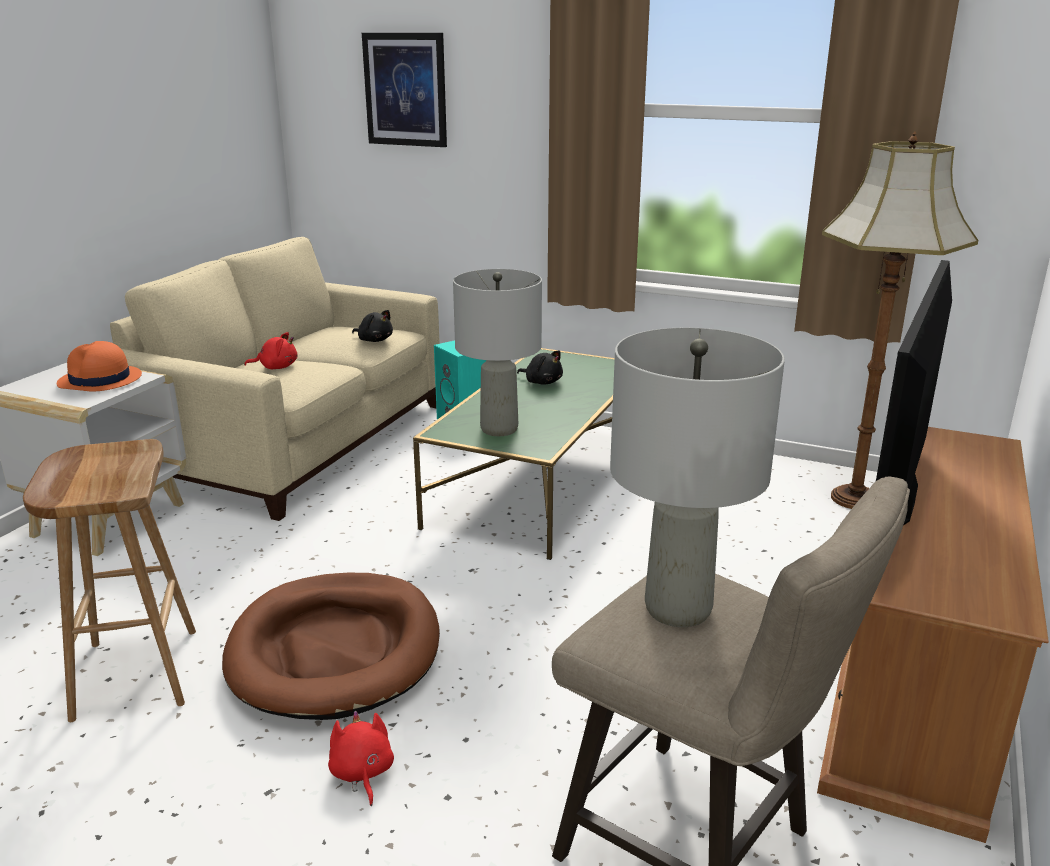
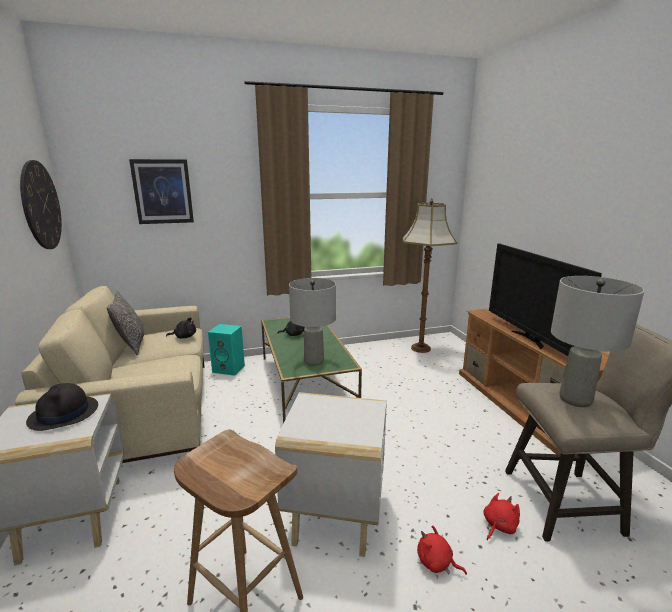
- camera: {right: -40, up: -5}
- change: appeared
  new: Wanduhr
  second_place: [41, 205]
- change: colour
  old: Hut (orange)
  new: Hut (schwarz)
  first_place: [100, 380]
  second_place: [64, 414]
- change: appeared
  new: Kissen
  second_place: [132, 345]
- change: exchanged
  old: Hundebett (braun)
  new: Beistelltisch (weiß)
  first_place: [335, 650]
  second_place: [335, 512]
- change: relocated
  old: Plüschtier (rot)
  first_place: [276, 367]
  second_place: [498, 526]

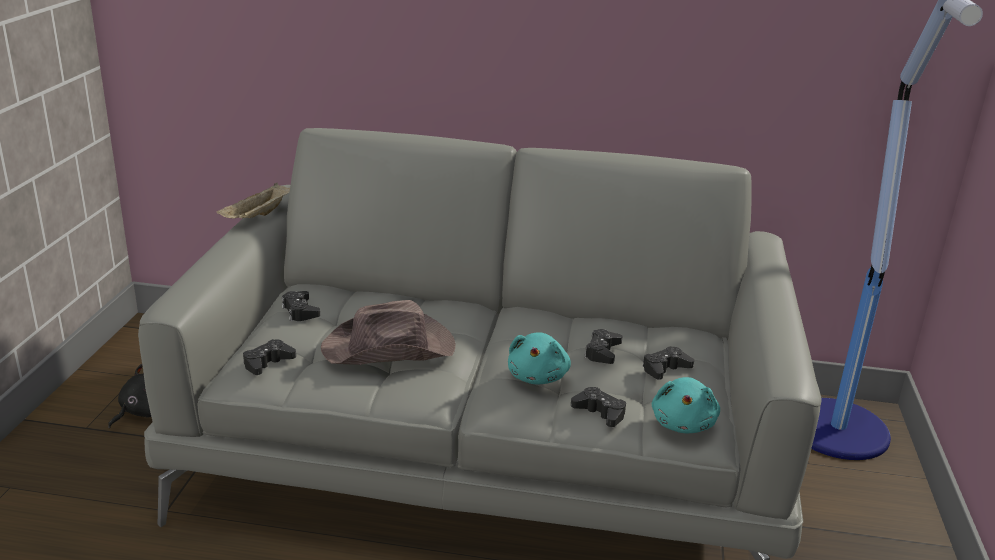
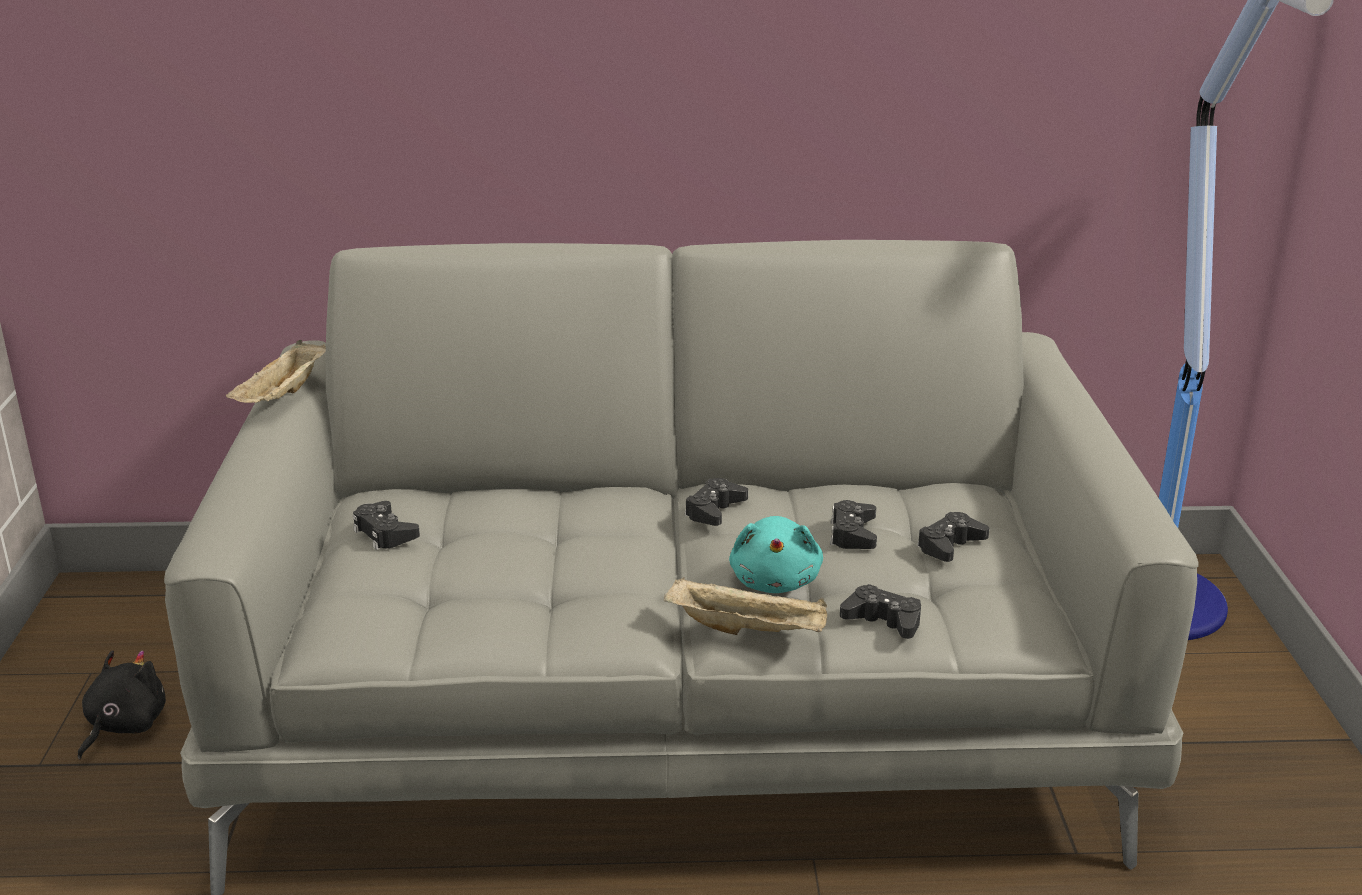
- camera: {right: -10, up: 0}
- change: appeared
  new: Tablett (beige)
  second_place: [749, 630]
- change: relocated
  old: Gamepad (schwarz)
  first_place: [267, 363]
  second_place: [714, 510]
- change: missing
  old: Hut (braun)
  first_place: [390, 349]
- change: missing
  old: Plüschtier (türkis)
  first_place: [683, 423]

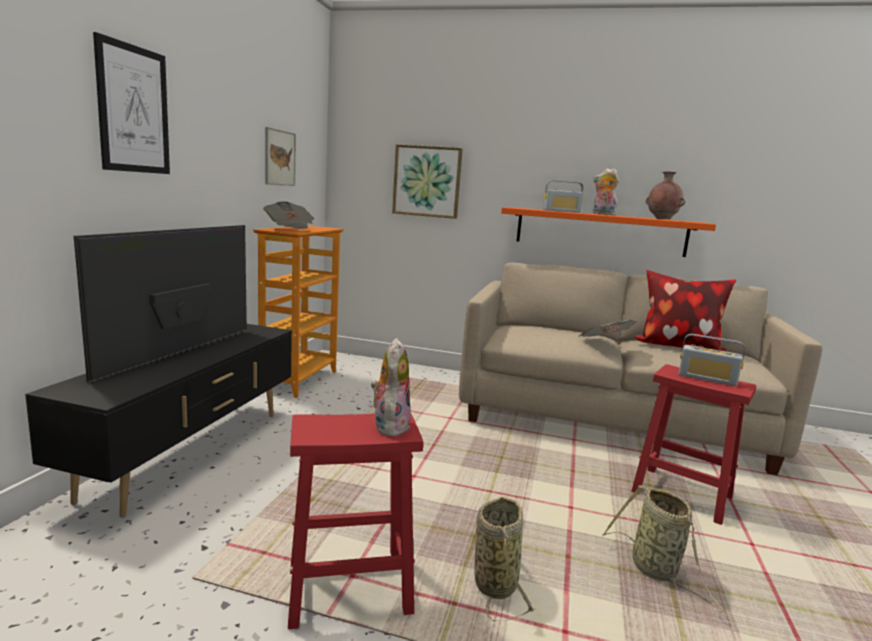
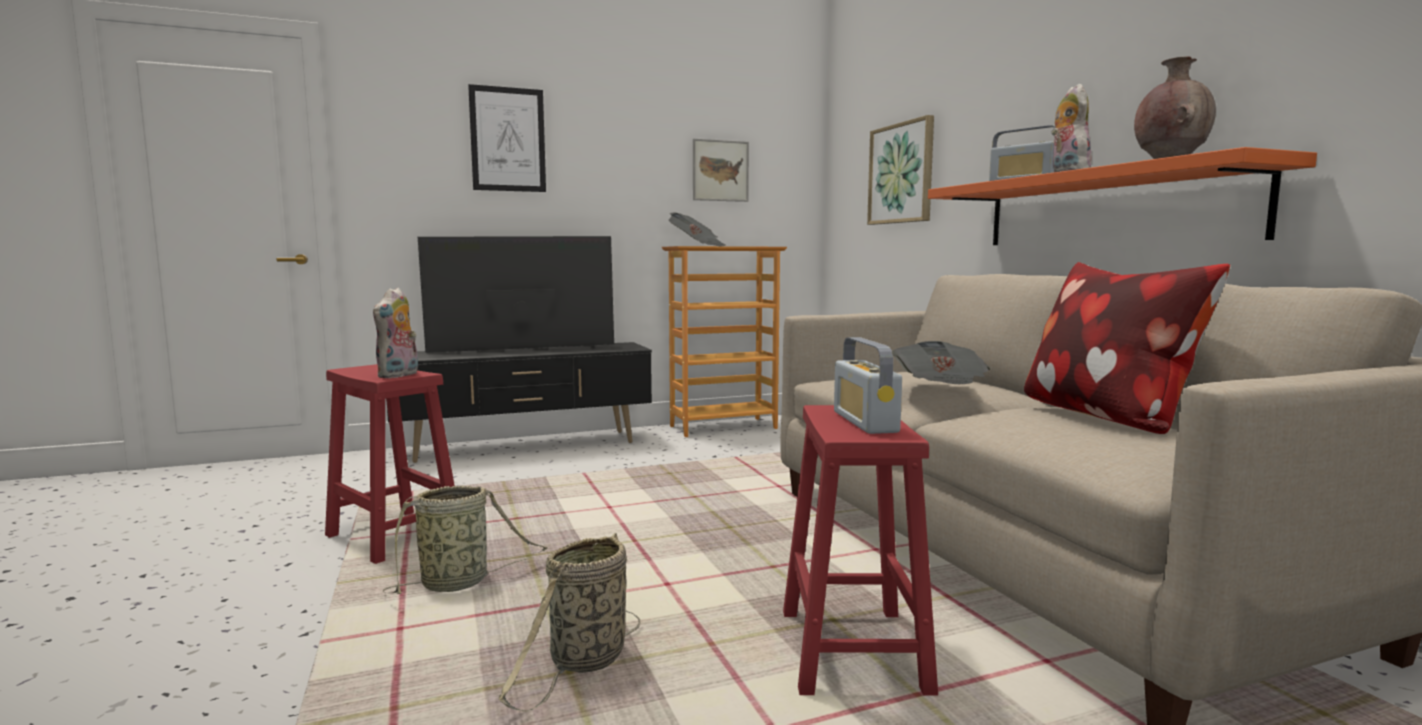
- camera: {right: 55, up: -5}
- change: spun
  old: Plüschtier
  first_place: [389, 425]
  second_place: [399, 375]
  degrees: 135

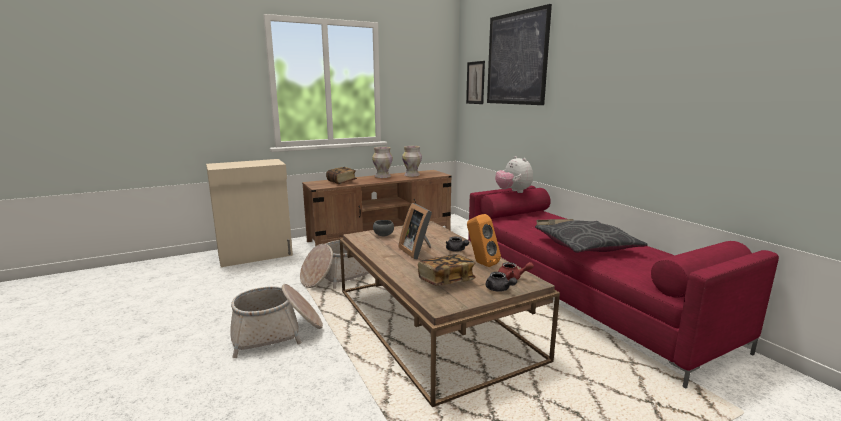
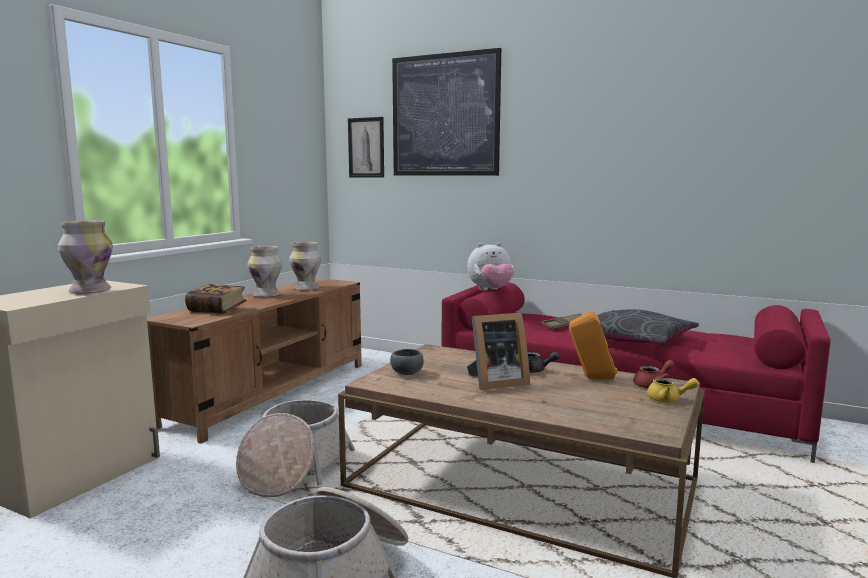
- camera: {right: -35, up: -5}
- change: appeared
  new: Vase
  second_place: [89, 291]
- change: spun
  old: Plüschtier
  first_place: [513, 192]
  second_place: [491, 290]
  degrees: -45
- change: spun
  old: Bilderrahmen
  first_place: [418, 251]
  second_place: [495, 382]
  degrees: -45
- change: colour
  old: Teekanne (grau)
  new: Teekanne (gelb)
  first_place: [499, 289]
  second_place: [668, 400]
- change: missing
  old: Buch
  first_place: [446, 281]

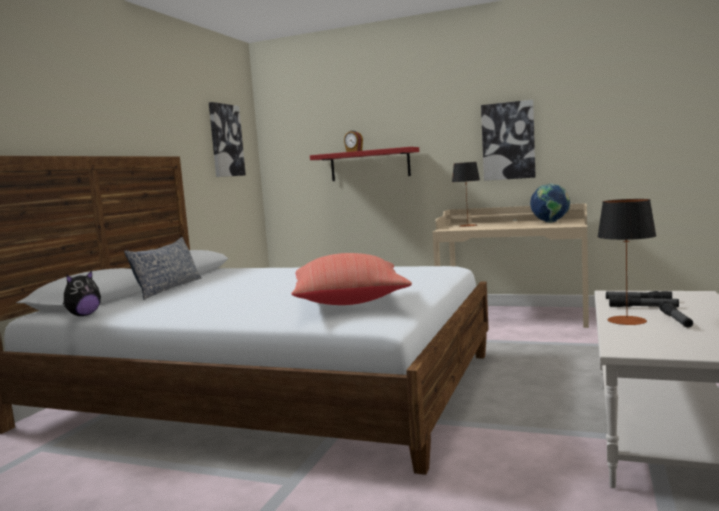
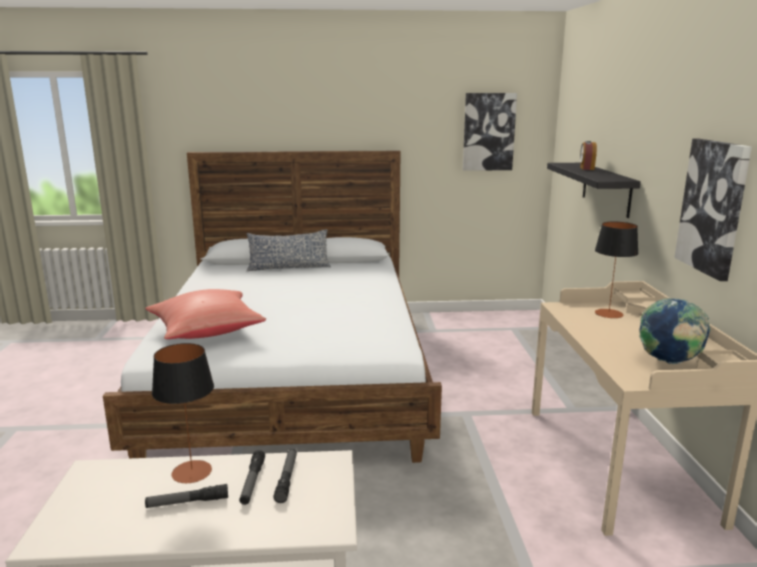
- camera: {right: 65, up: 10}
- change: colour
  old: Wandregal (rot)
  new: Wandregal (schwarz)
  first_place: [369, 165]
  second_place: [606, 189]
- change: missing
  old: Plüschtier
  first_place: [83, 315]

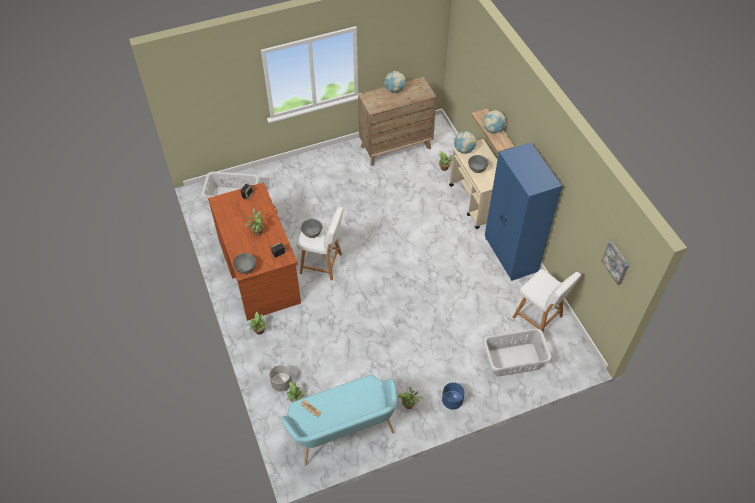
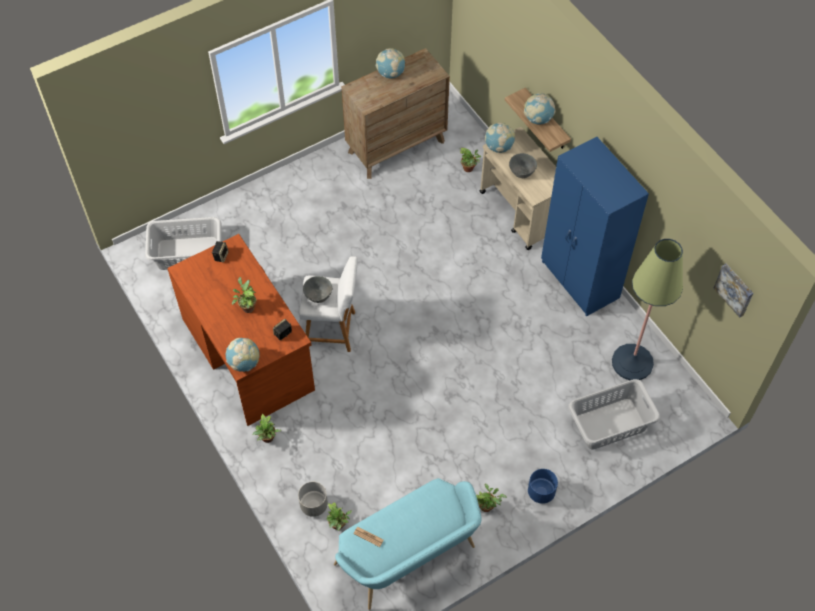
- camera: {right: -10, up: 5}
- change: exchanged
  old: Schüssel (grau)
  new: Globus
  first_place: [246, 269]
  second_place: [244, 363]
- change: exchanged
  old: Hocker (weiß)
  new: Stehlampe
  first_place: [539, 318]
  second_place: [632, 362]

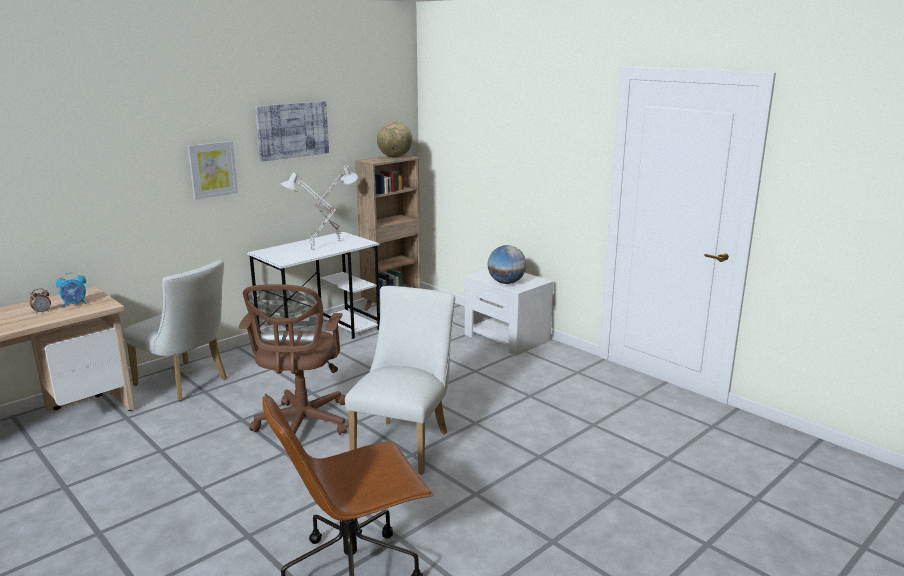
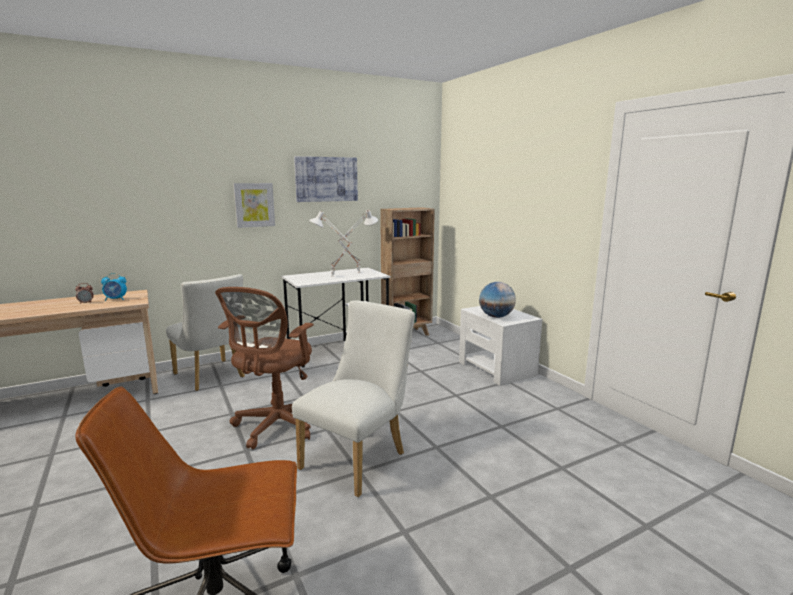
- camera: {right: 15, up: -5}
- change: missing
  old: Globus
  first_place: [395, 157]

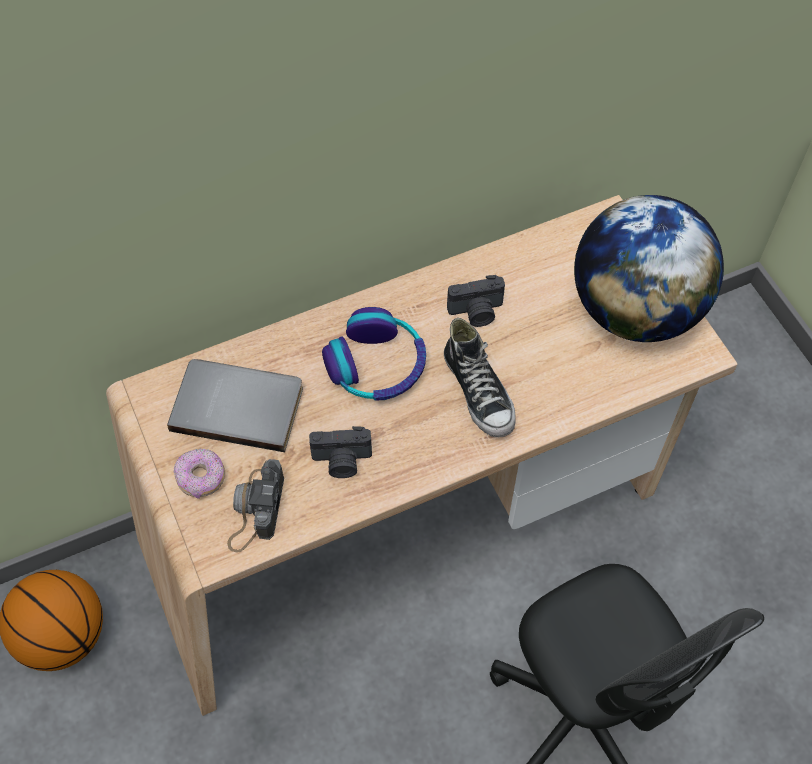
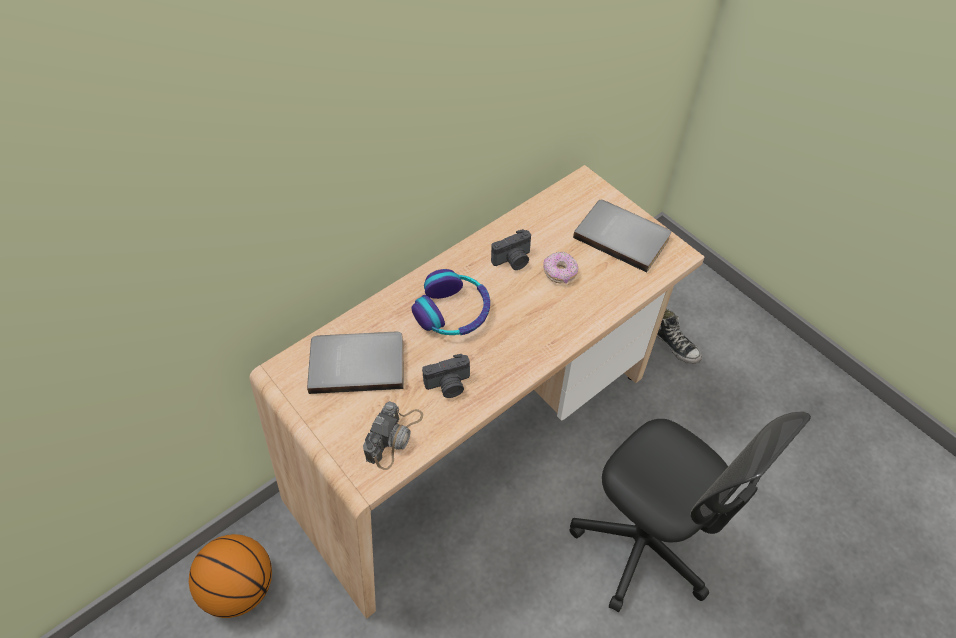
- camera: {right: -15, up: -5}
- change: spun
  old: Kamera
  first_place: [256, 510]
  second_place: [394, 436]
  degrees: -150
- change: relocated
  old: Donut
  first_place: [201, 478]
  second_place: [560, 273]
- change: exchanged
  old: Globus
  new: Buch (grau)
  first_place: [635, 309]
  second_place: [623, 236]
- change: relocated
  old: Schuh
  first_place: [479, 392]
  second_place: [673, 344]

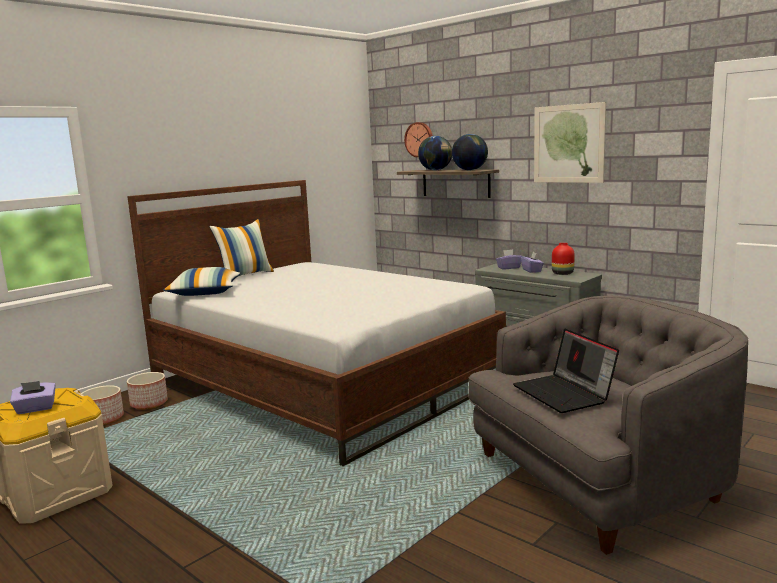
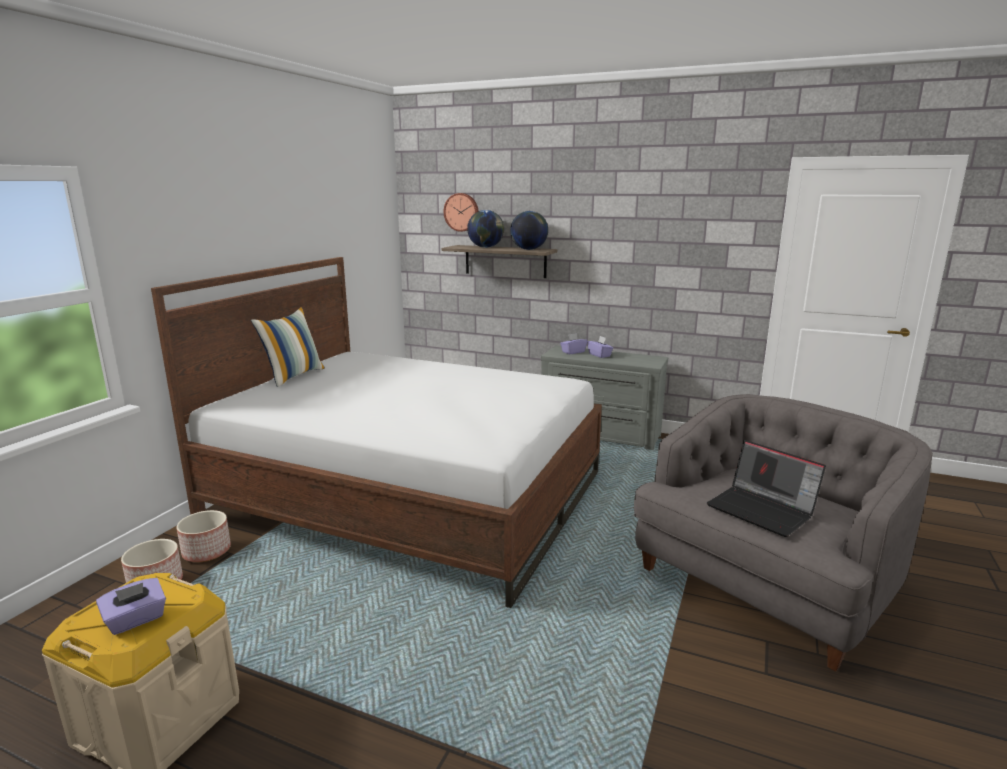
- camera: {right: -20, up: 5}
- change: missing
  old: Kissen
  first_place: [204, 293]
- change: missing
  old: Bild
  first_place: [568, 144]
- change: missing
  old: Vase (rot)
  first_place: [562, 273]

